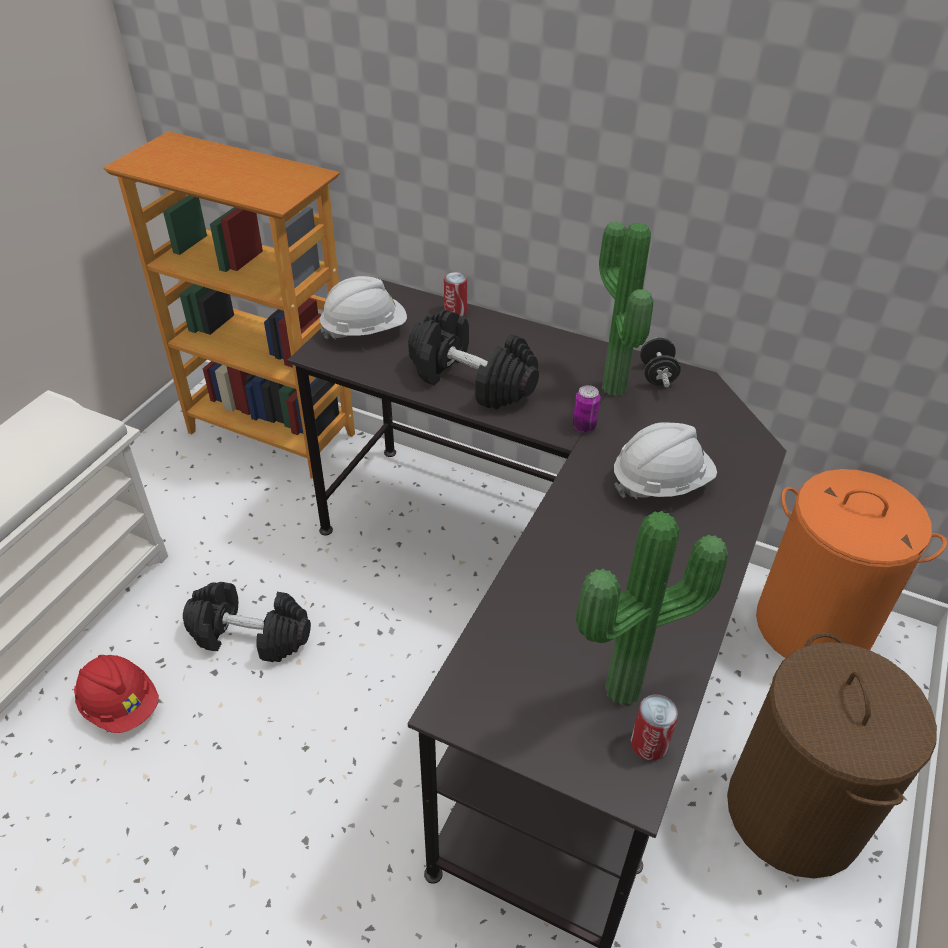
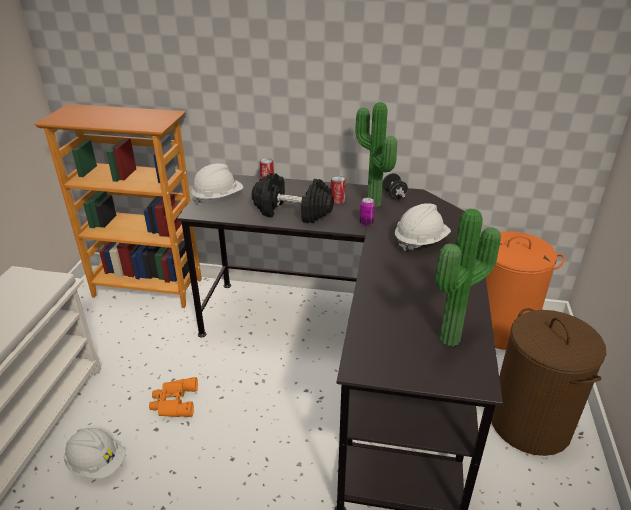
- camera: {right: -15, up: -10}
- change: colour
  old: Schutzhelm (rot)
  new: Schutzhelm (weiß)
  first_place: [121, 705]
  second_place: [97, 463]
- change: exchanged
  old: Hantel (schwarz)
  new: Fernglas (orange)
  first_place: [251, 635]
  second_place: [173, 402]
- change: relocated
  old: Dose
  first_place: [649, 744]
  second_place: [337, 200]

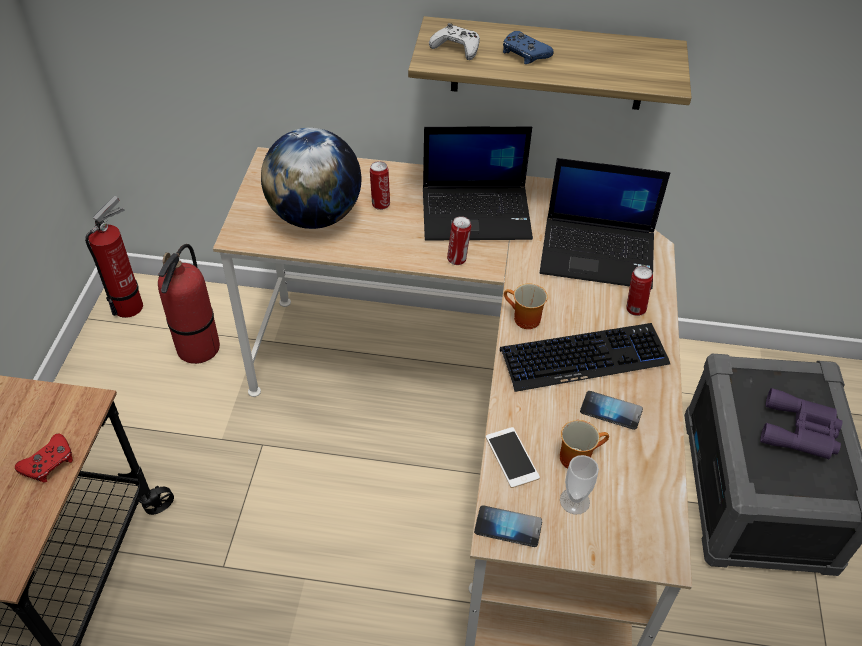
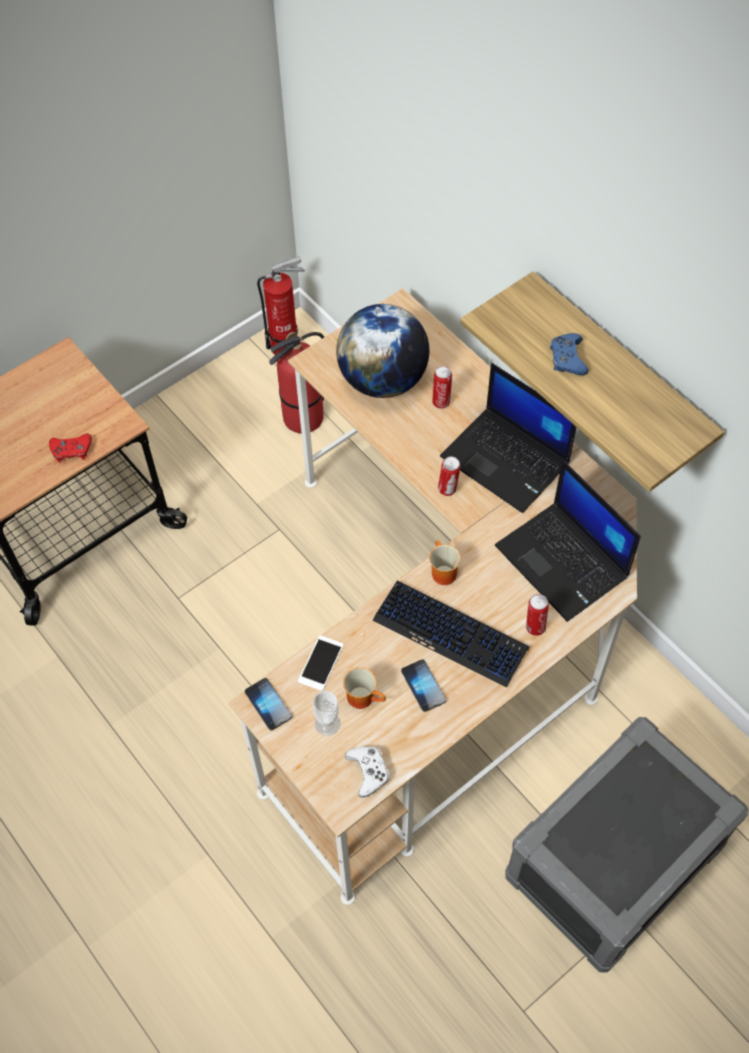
- camera: {right: 45, up: 10}
- change: relocated
  old: Gamepad (weiß)
  first_place: [456, 48]
  second_place: [368, 771]
- change: missing
  old: Fernglas (lila)
  first_place: [801, 431]

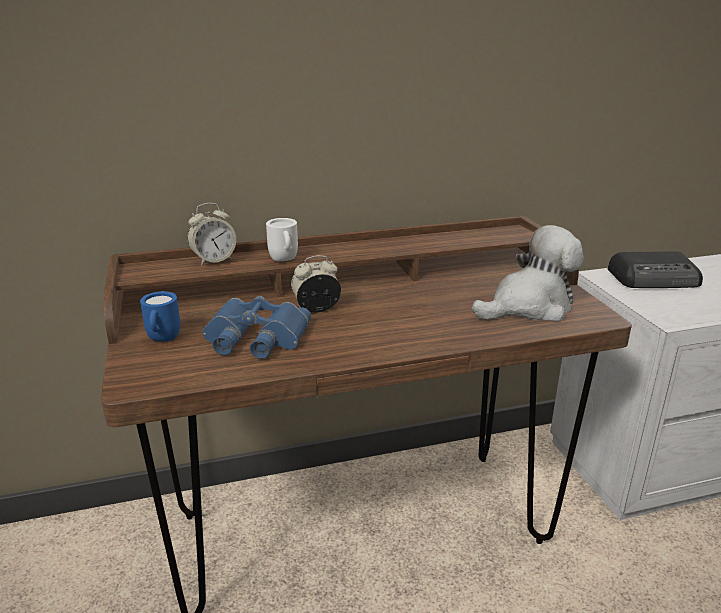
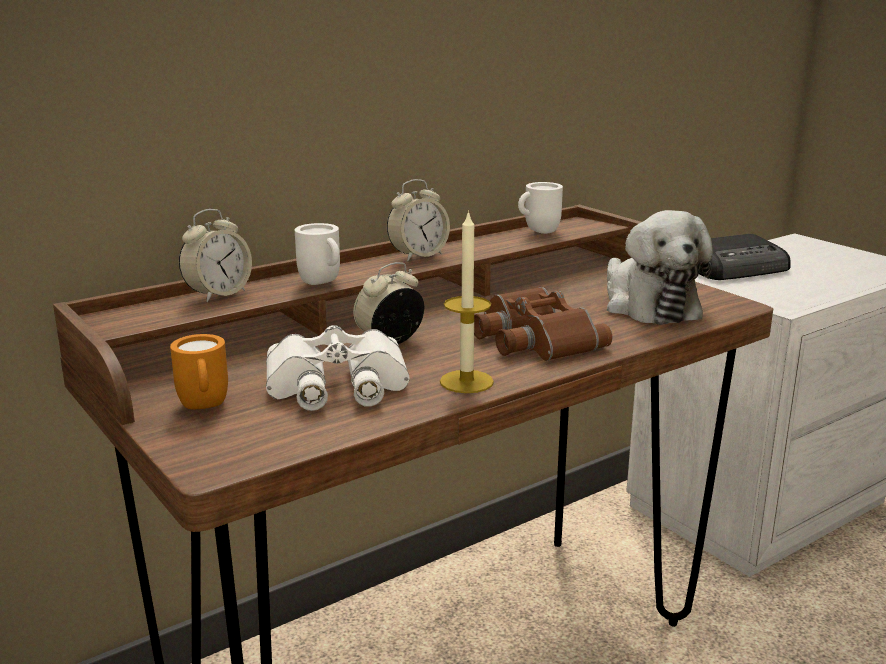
- camera: {right: -20, up: -5}
- change: colour
  old: Henkelbecher (blau)
  new: Henkelbecher (orange)
  first_place: [163, 340]
  second_place: [204, 408]
- change: colour
  old: Fernglas (blau)
  new: Fernglas (weiß)
  first_place: [254, 338]
  second_place: [336, 385]
- change: appeared
  new: Wecker
  second_place: [418, 255]
- change: appeared
  new: Kerze
  second_place: [466, 381]
- change: appeared
  new: Fernglas (braun)
  second_place: [532, 338]
- change: appeared
  new: Henkelbecher (weiß)
  second_place: [537, 232]
- change: spun
  old: Plüschtier
  first_place: [529, 306]
  second_place: [648, 305]
  degrees: 120

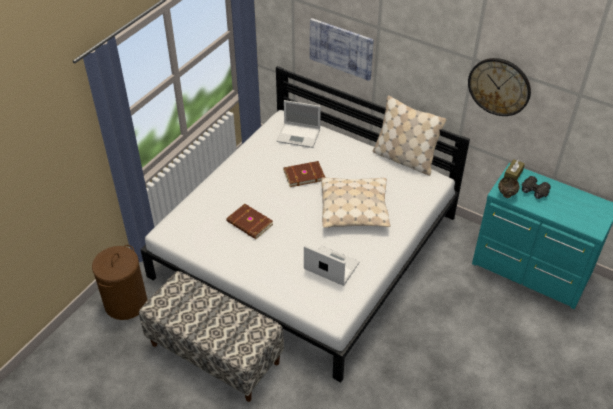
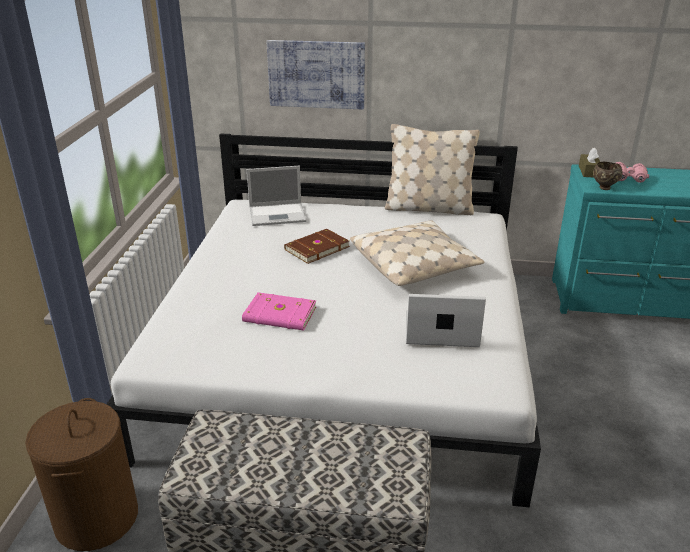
- camera: {right: -25, up: -15}
- change: colour
  old: Buch (braun)
  new: Buch (rosa)
  first_place: [249, 223]
  second_place: [280, 315]
- change: colour
  old: Fernglas (schwarz)
  new: Fernglas (rosa)
  first_place: [534, 192]
  second_place: [628, 179]
- change: missing
  old: Wanduhr
  first_place: [499, 86]

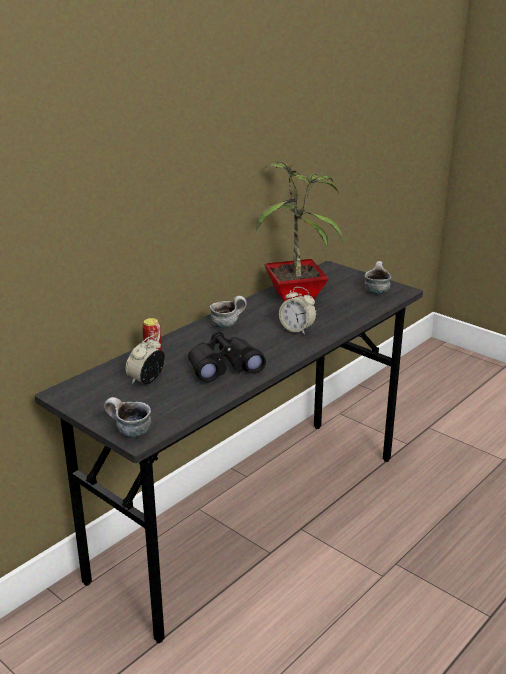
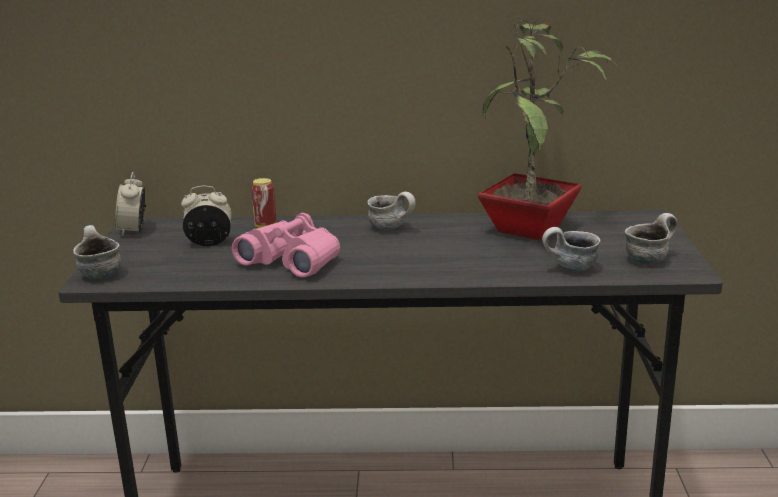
- camera: {right: 50, up: -5}
- change: relocated
  old: Wecker
  first_place: [297, 329]
  second_place: [133, 230]
- change: colour
  old: Fernglas (schwarz)
  new: Fernglas (rosa)
  first_place: [224, 367]
  second_place: [292, 260]
- change: appeared
  new: Henkelbecher
  second_place: [569, 269]

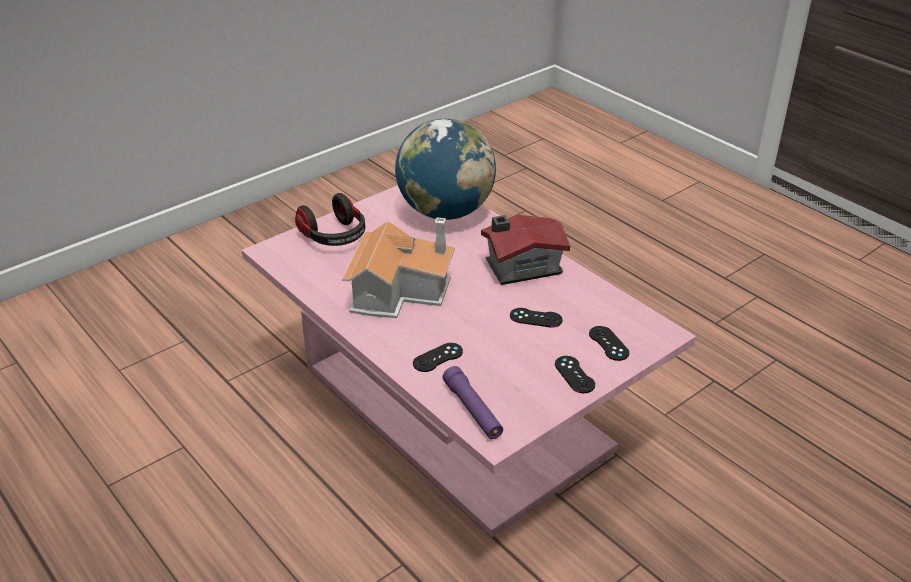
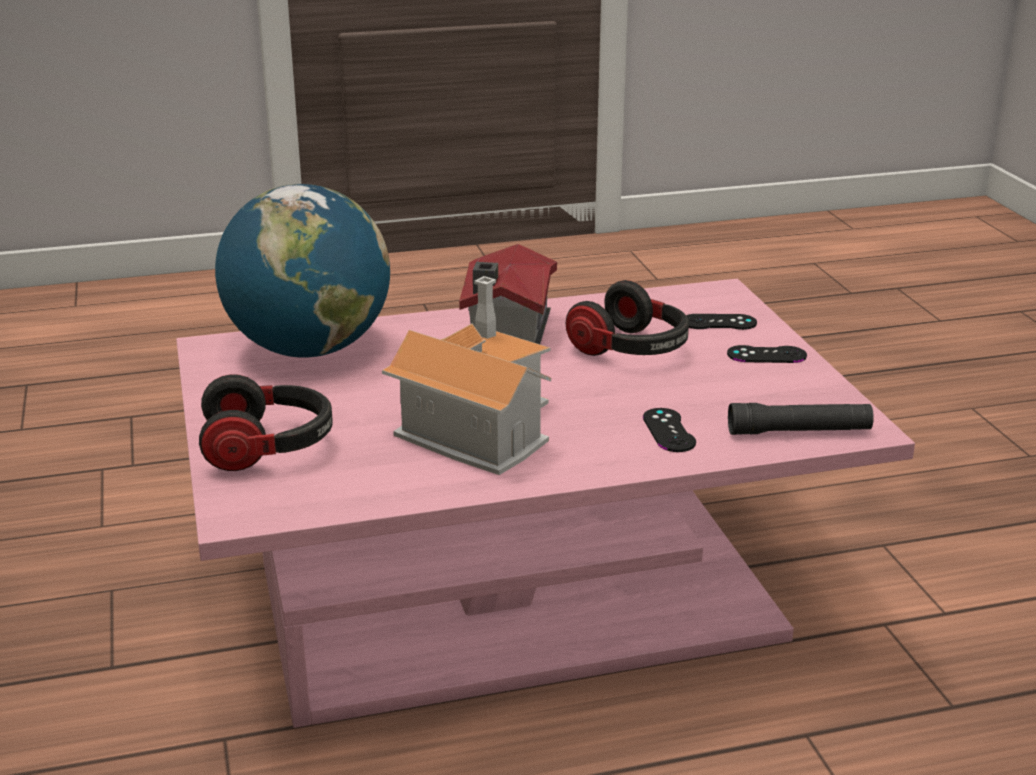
- camera: {right: -65, up: -10}
- change: exchanged
  old: Gamepad (schwarz)
  new: Kopfhörer
  first_place: [536, 318]
  second_place: [632, 350]
- change: colour
  old: Taschenlampe (lila)
  new: Taschenlampe (schwarz)
  first_place: [472, 410]
  second_place: [799, 431]

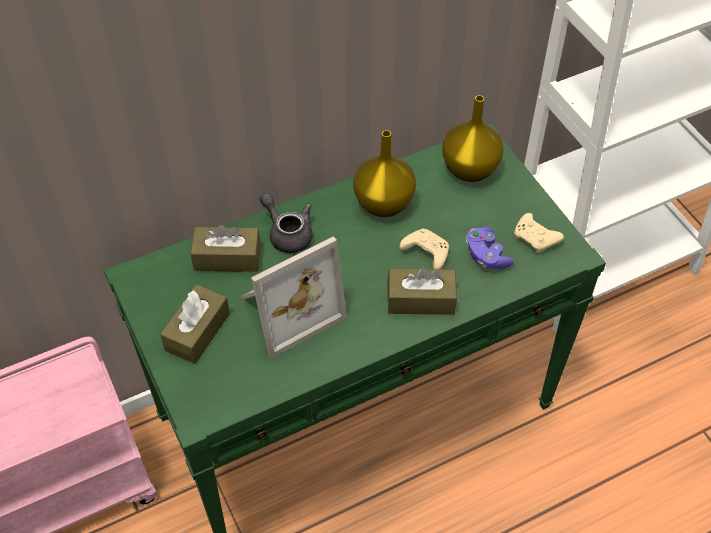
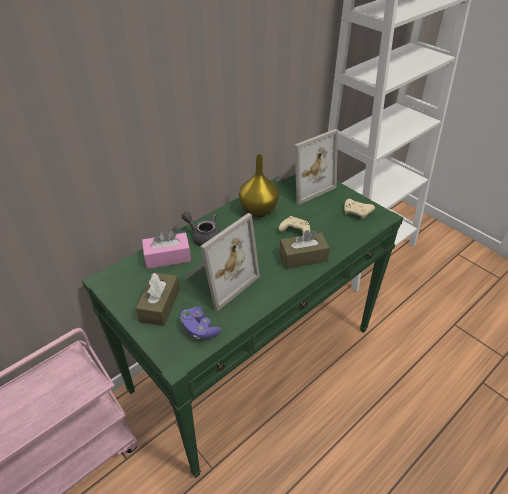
- camera: {right: -15, up: -10}
- change: colour
  old: Taschentuchbox (braun)
  new: Taschentuchbox (rosa)
  first_place: [227, 258]
  second_place: [167, 257]
- change: relocated
  old: Gamepad (lila)
  first_place: [486, 256]
  second_place: [200, 329]
- change: exchanged
  old: Vase (gelb)
  new: Bilderrahmen
  first_place: [470, 168]
  second_place: [303, 184]

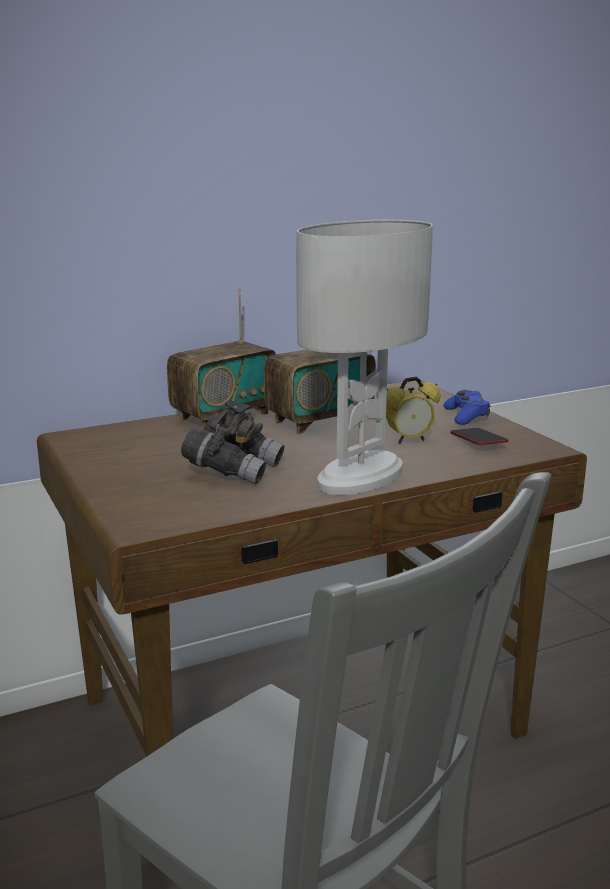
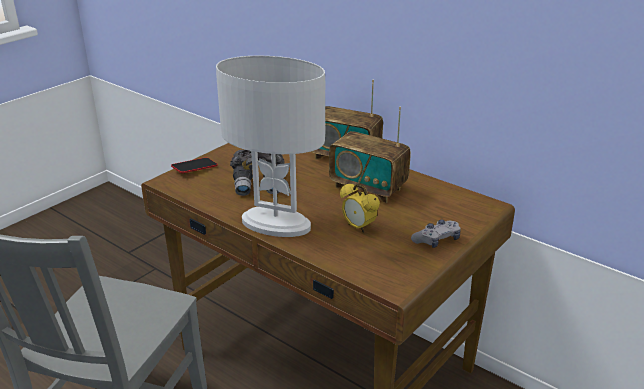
- camera: {right: 65, up: 10}
- change: relocated
  old: Handy
  first_place: [478, 441]
  second_place: [194, 168]
- change: colour
  old: Gamepad (blau)
  new: Gamepad (grau)
  first_place: [466, 416]
  second_place: [437, 240]

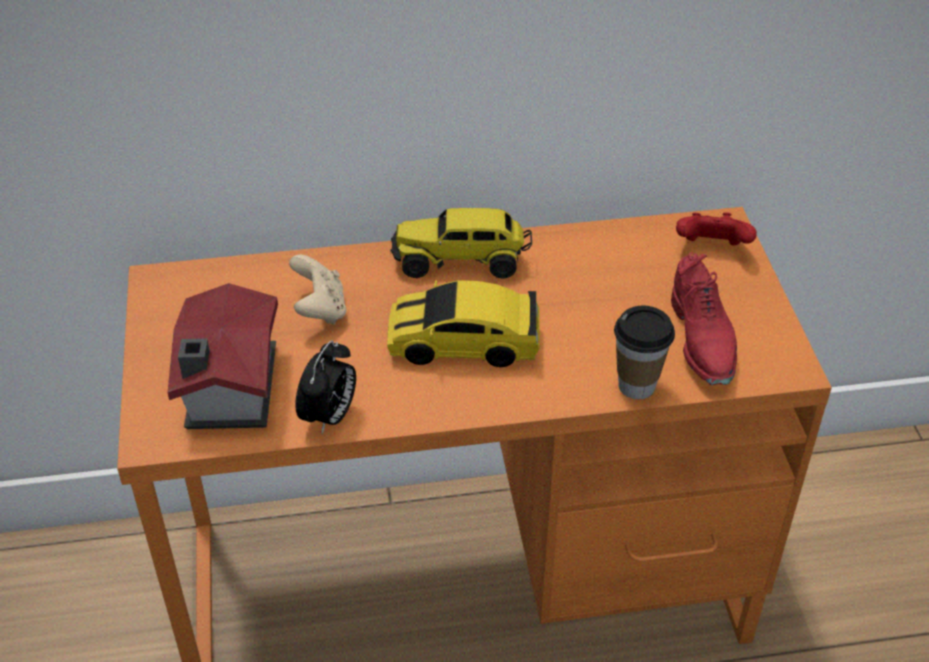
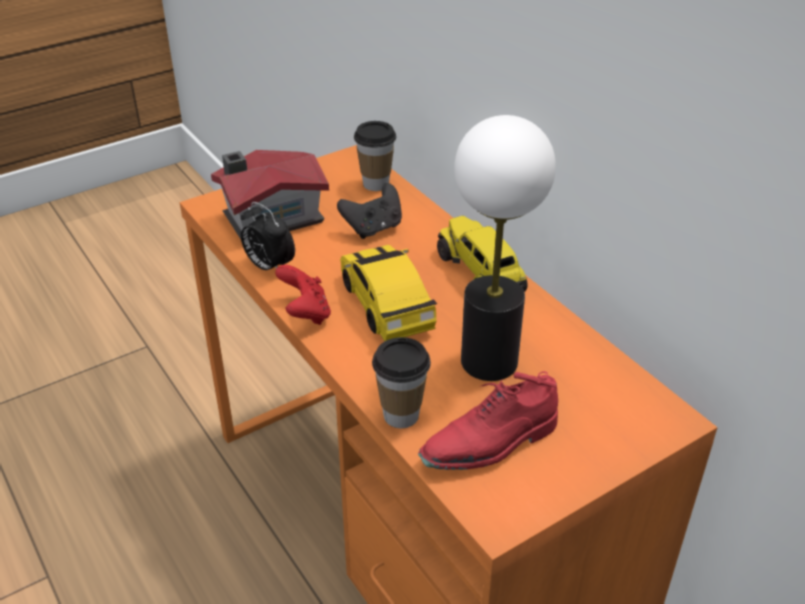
- camera: {right: 65, up: -5}
- change: spun
  old: Wecker
  first_place: [329, 417]
  second_place: [269, 266]
  degrees: 45
- change: relocated
  old: Gamepad (rot)
  first_place: [711, 248]
  second_place: [305, 313]
- change: colour
  old: Gamepad (beige)
  new: Gamepad (schwarz)
  first_place: [320, 310]
  second_place: [373, 228]
- change: appeared
  new: Tasse
  second_place: [376, 184]
- change: appeared
  new: Tischlampe
  second_place: [490, 362]

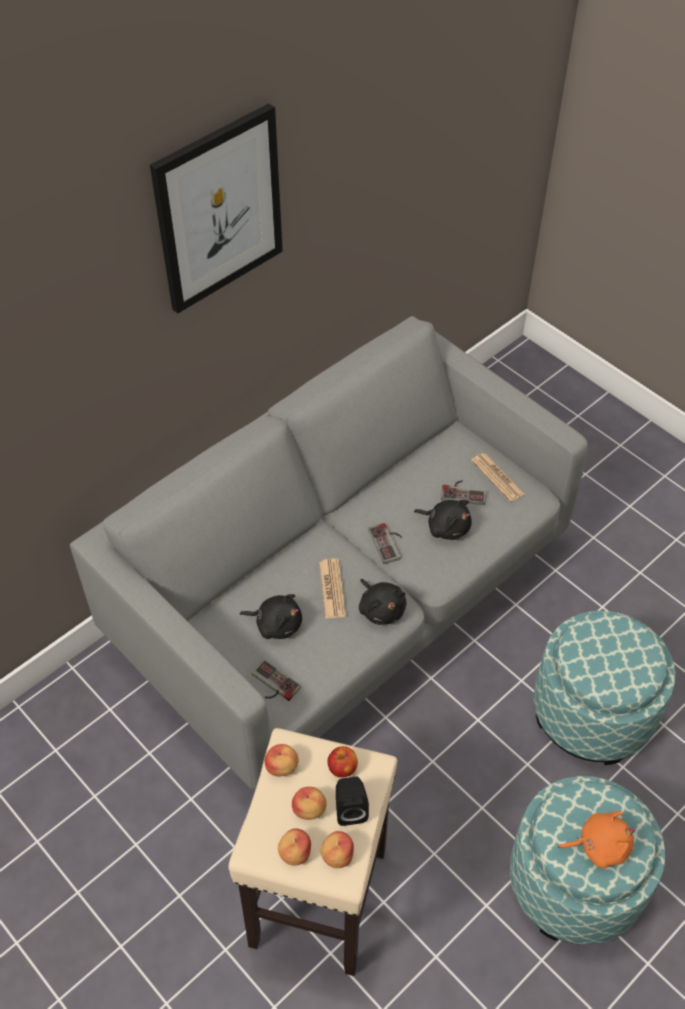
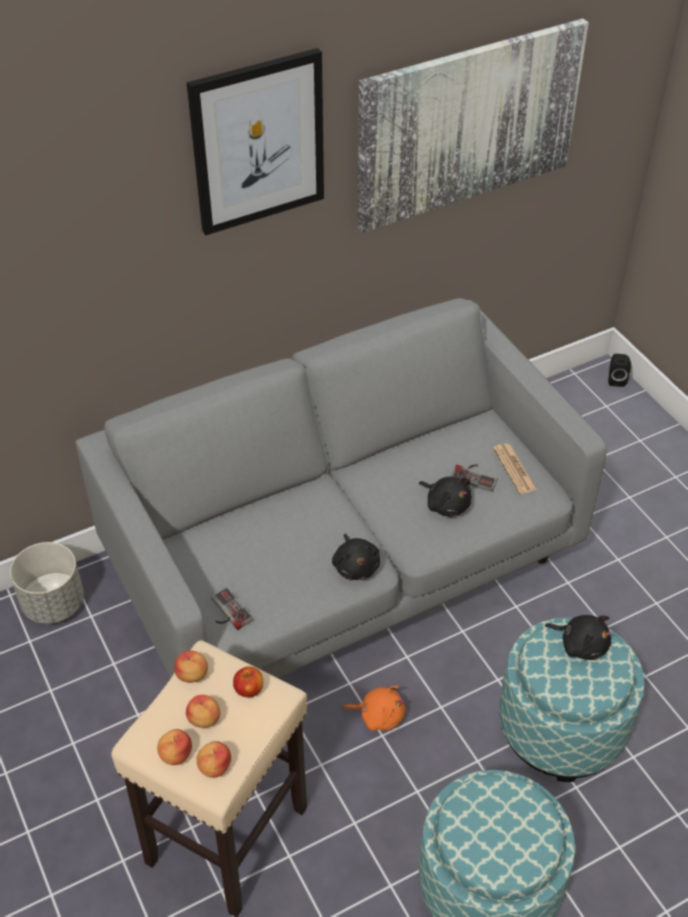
- camera: {right: 15, up: -5}
- change: appeared
  new: Pflanzkübel (grau)
  second_place: [54, 603]
- change: relocated
  old: Plüschtier (orange)
  first_place: [599, 846]
  second_place: [379, 715]
- change: appeared
  new: Bild
  second_place: [468, 124]
- change: relocated
  old: Plüschtier (schwarz)
  first_place: [276, 624]
  second_place: [581, 644]
- change: relocated
  old: Lautsprecher (schwarz)
  first_place: [350, 808]
  second_place: [616, 379]
- change: missing
  old: Zeitung
  first_place: [332, 589]
- change: missing
  old: Gamepad
  first_place: [389, 543]

